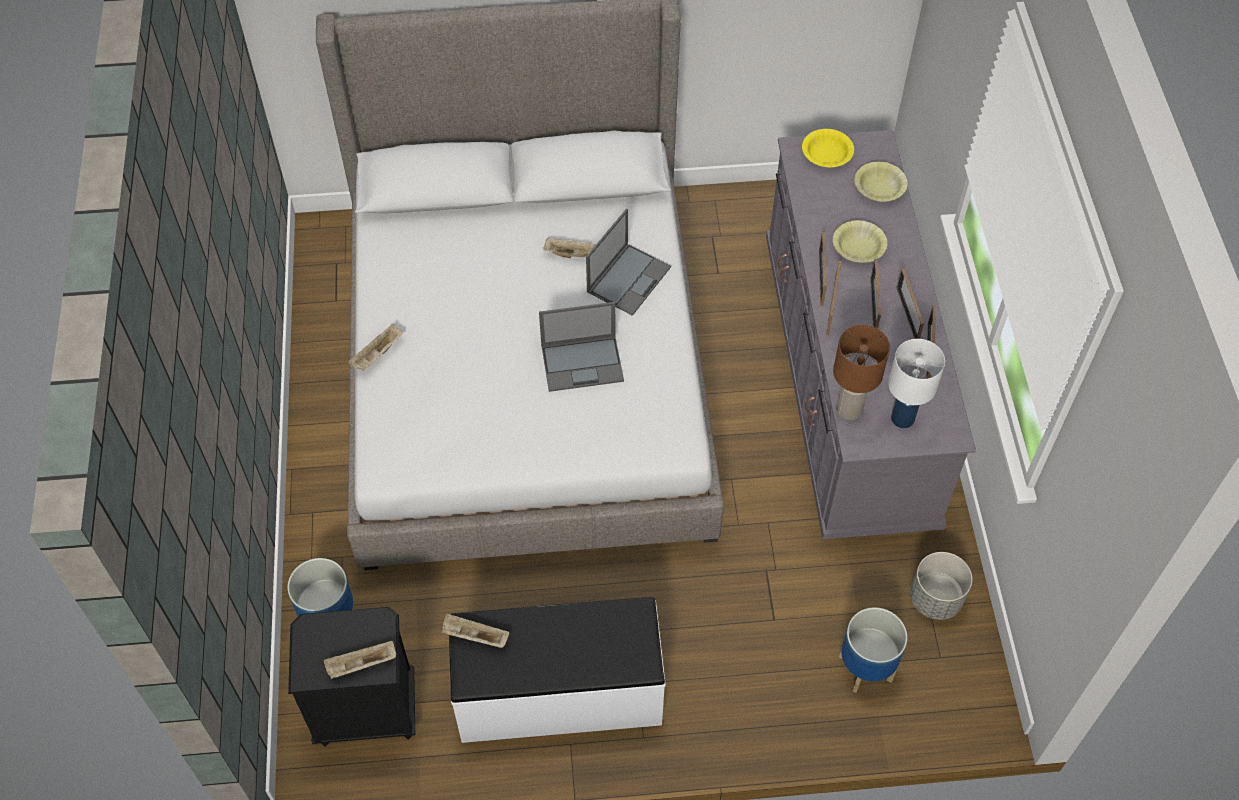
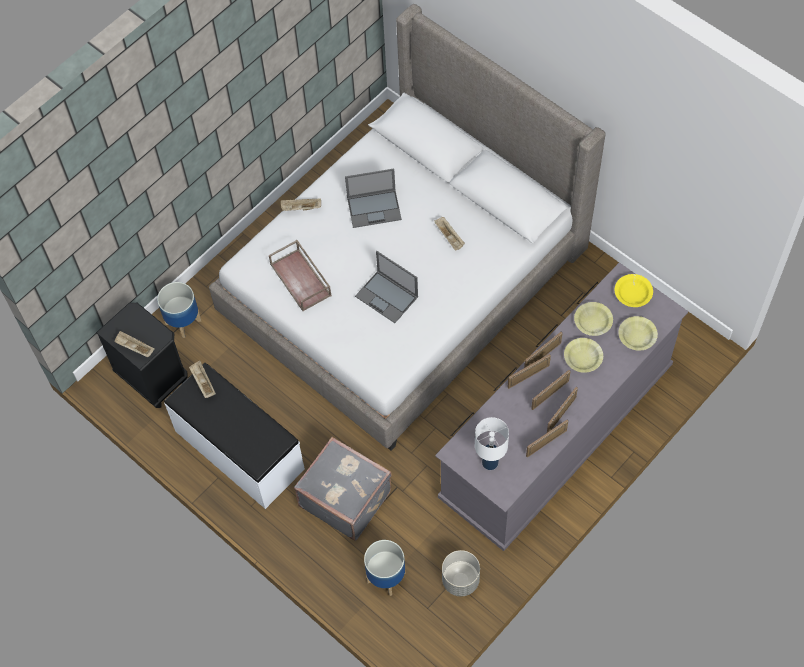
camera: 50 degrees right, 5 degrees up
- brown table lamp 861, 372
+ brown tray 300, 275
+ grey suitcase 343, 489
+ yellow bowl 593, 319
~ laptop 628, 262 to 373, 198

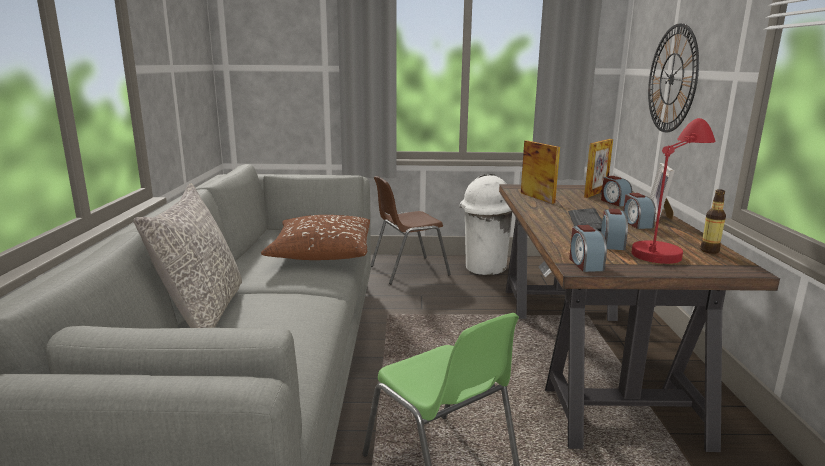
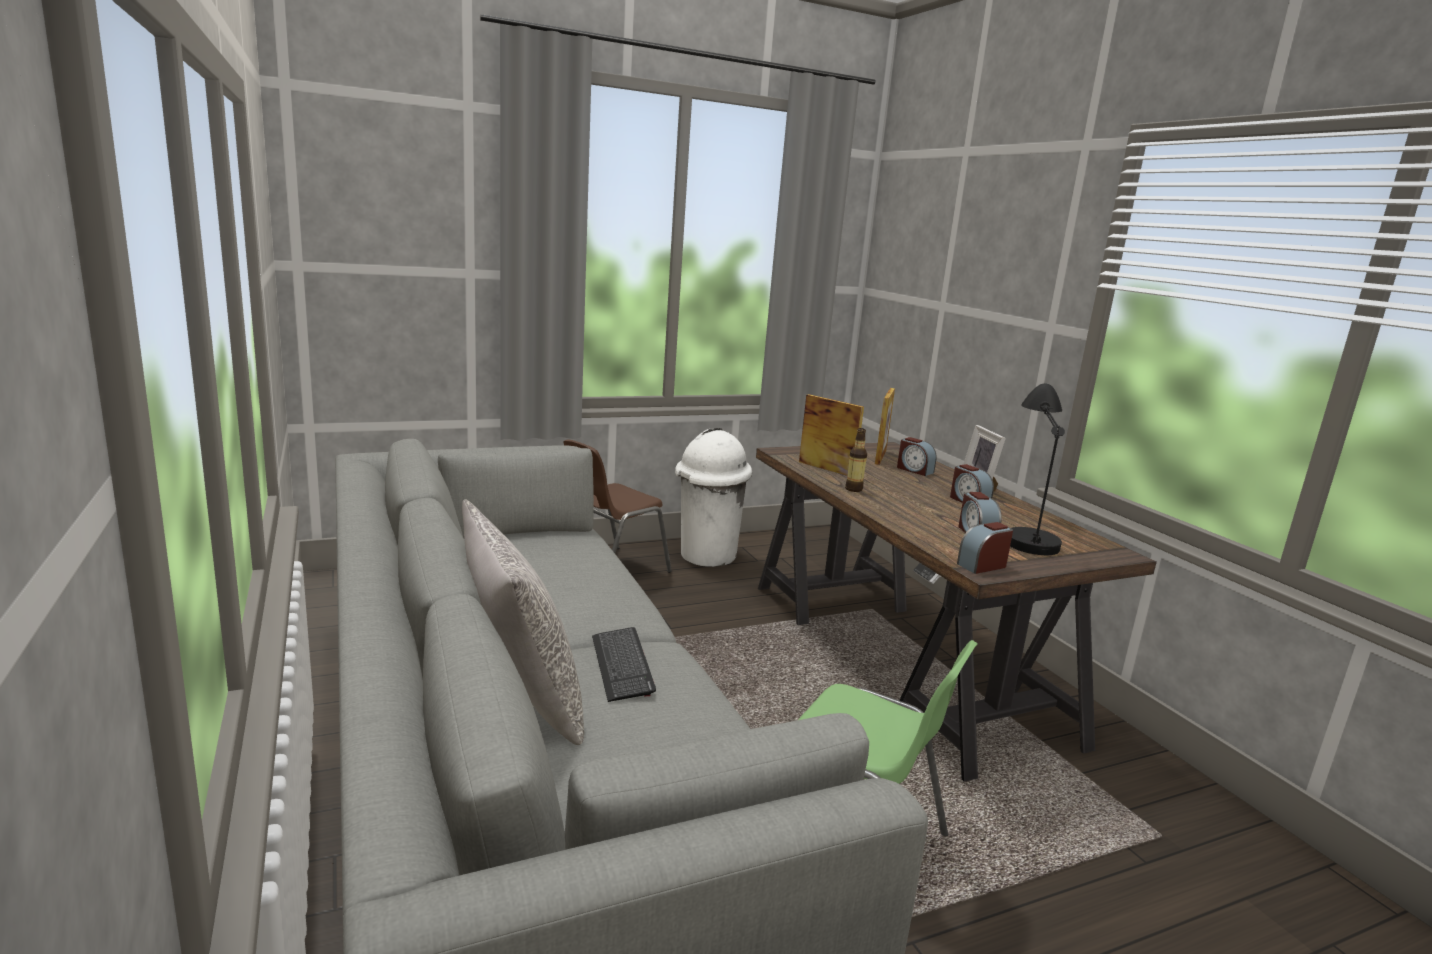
camera: 25 degrees left, 0 degrees up
- brown pillow 315, 237
- wall clock 673, 77
~ keyboard 585, 220 to 624, 664
~ bottle 713, 221 to 856, 460
~ red table lamp 673, 191 to black table lamp 1037, 469
~ alarm clock 588, 248 = 985, 548 90 degrees clockwise

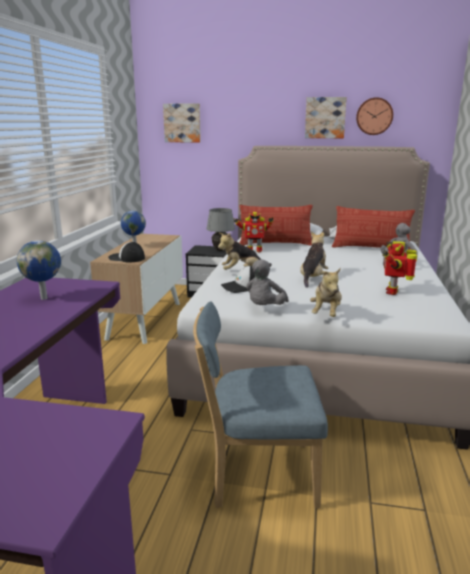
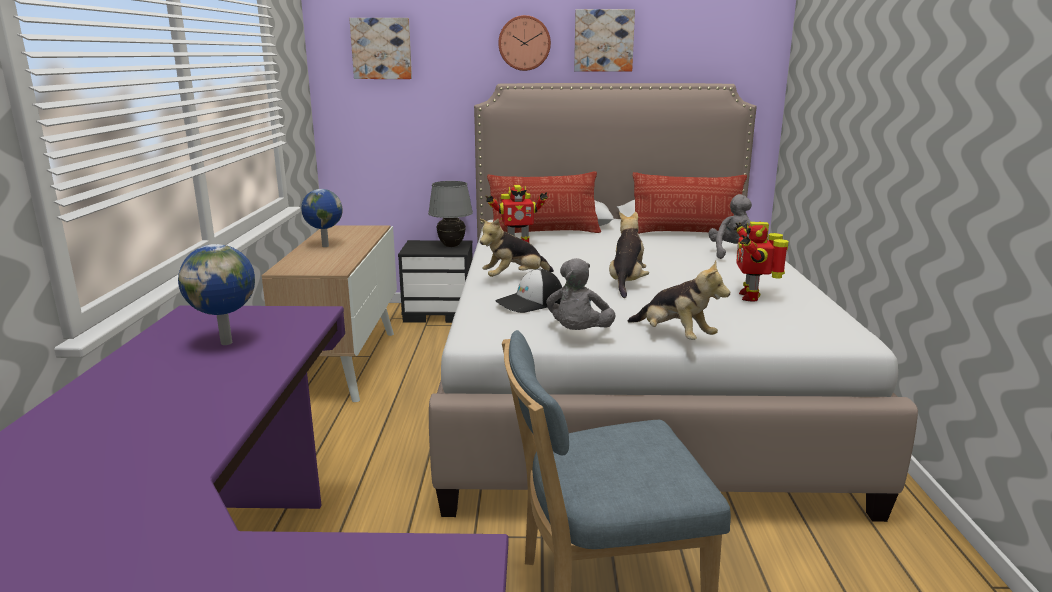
camera: 10 degrees left, 0 degrees up
- cap 126, 252
~ wall clock 374, 116 to 524, 43
~ plush toy 326, 292 = 678, 300 45 degrees counterclockwise

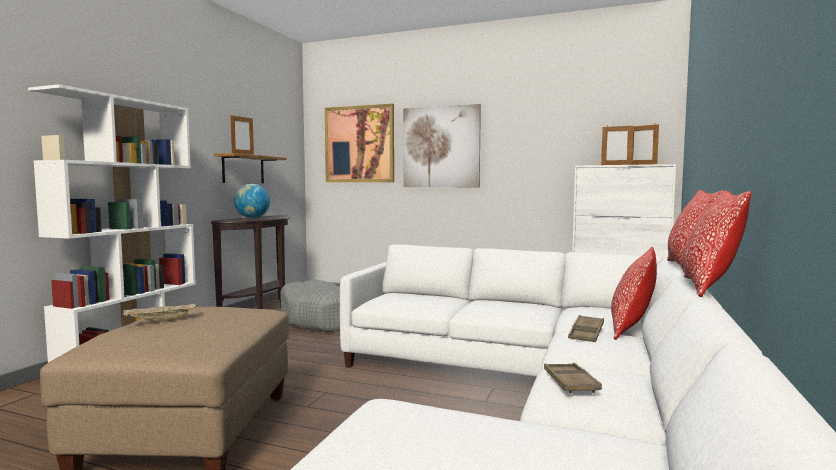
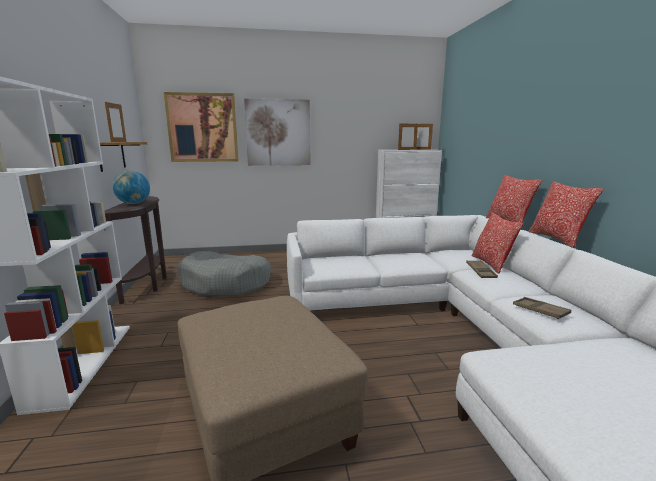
camera: 30 degrees left, 10 degrees up
- beige tray 159, 311

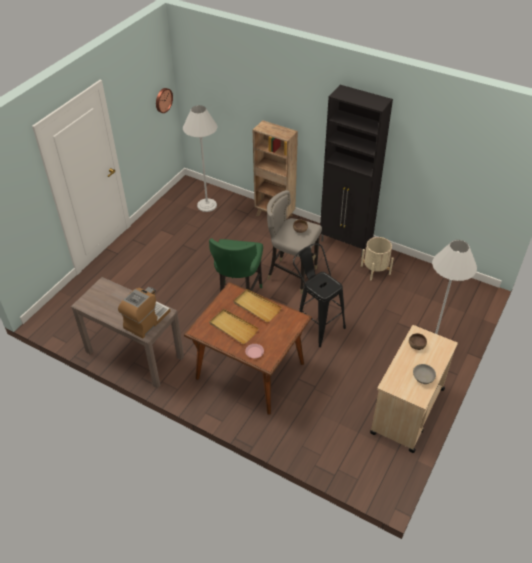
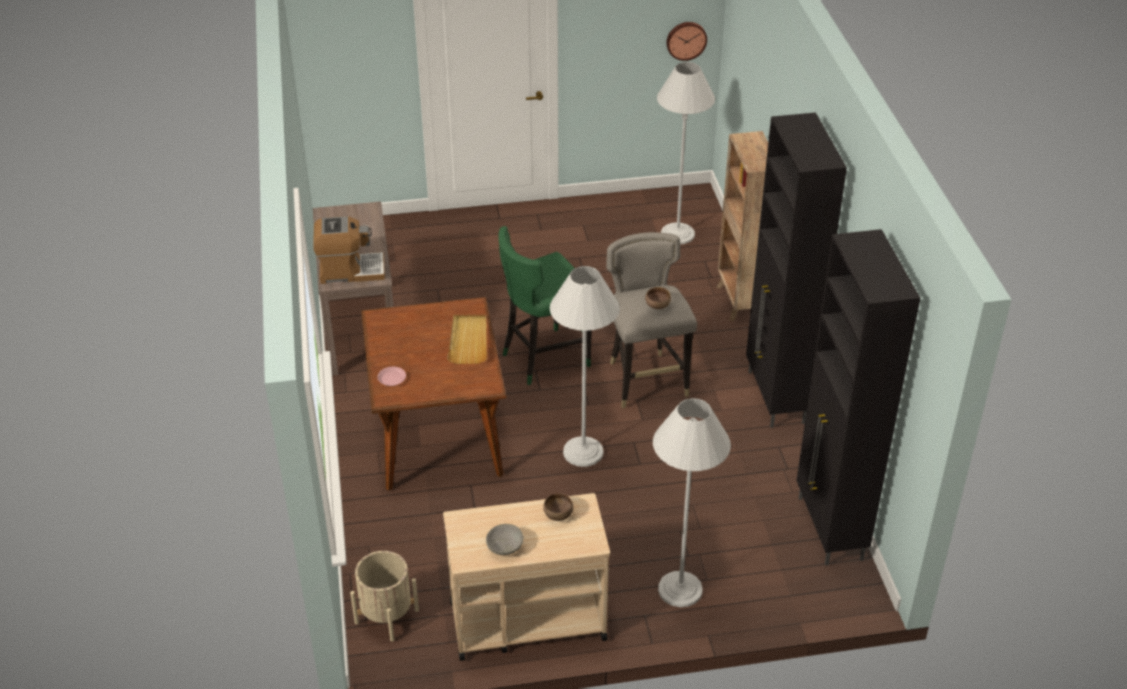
camera: 50 degrees right, 5 degrees down
- beige tray 234, 326
+ black cabinet 858, 397
~ beige planter 377, 258 to 384, 596
~ black stool 319, 295 to white floor lamp 585, 366

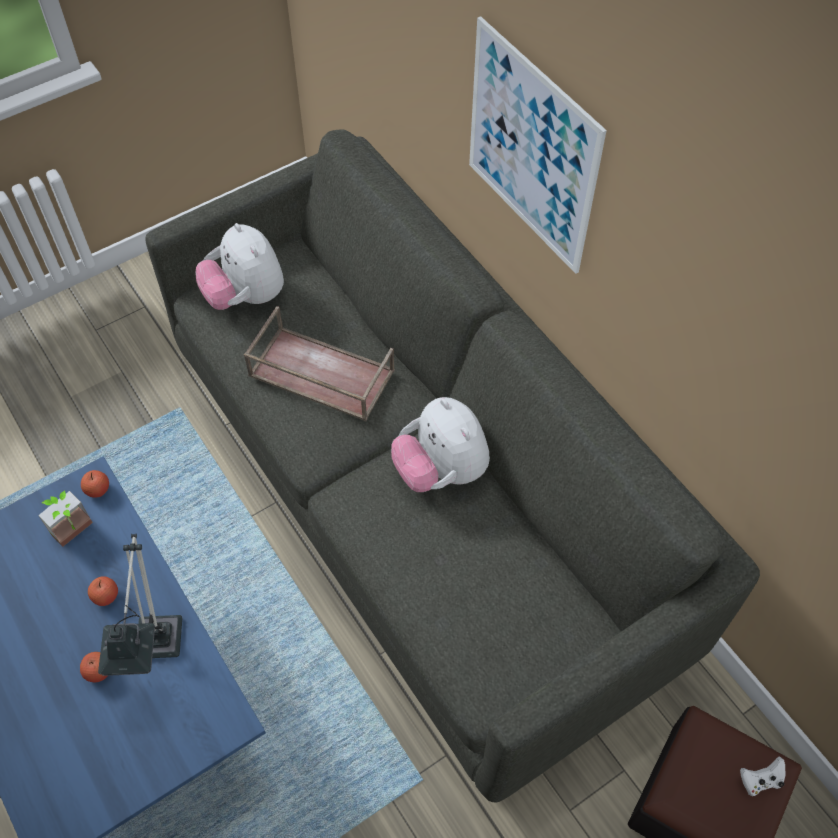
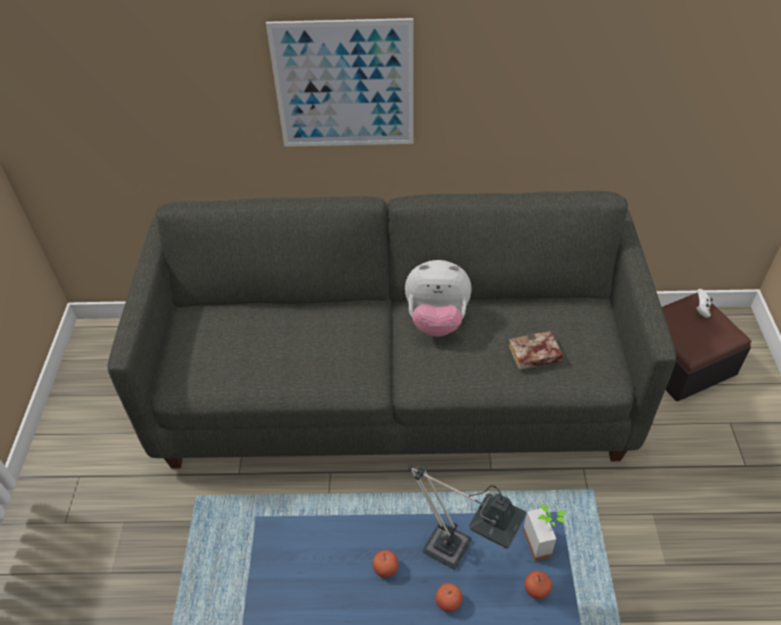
camera: 55 degrees left, 10 degrees down
- plush toy 240, 266
- brown tray 319, 363
+ book 535, 350
~ potted plant 65, 519 to 544, 533
~ apple 95, 484 to 538, 585

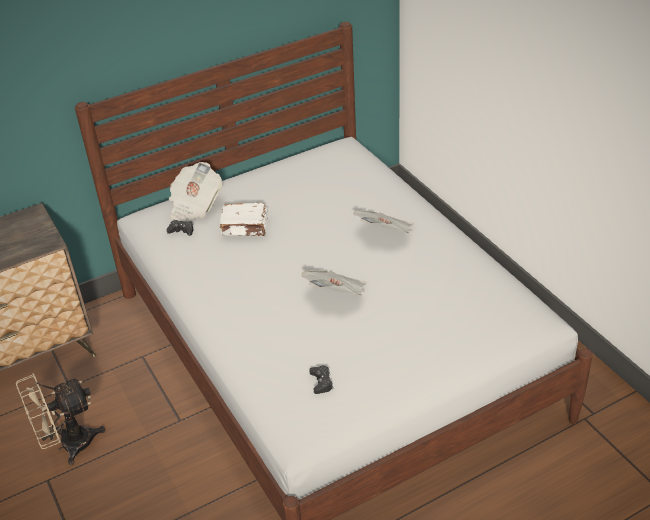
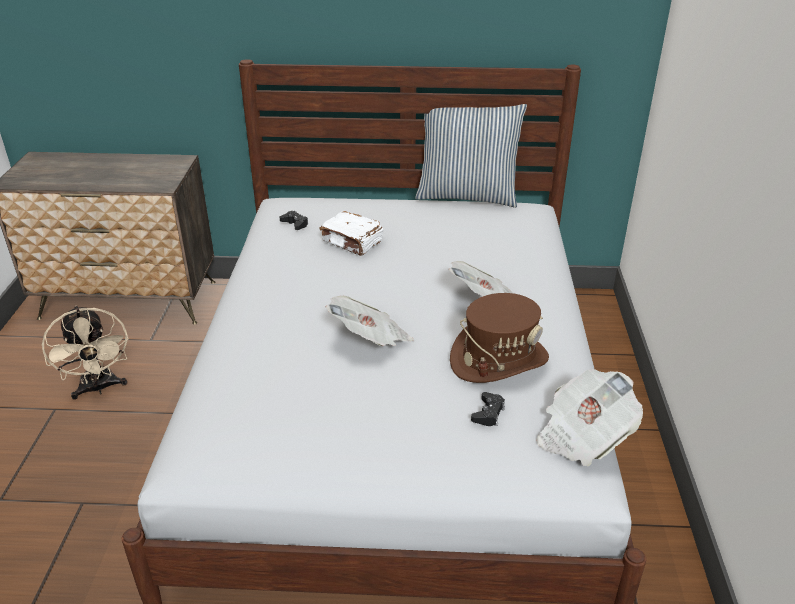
camera: 30 degrees right, 5 degrees down
+ pillow 471, 156
+ brown hat 499, 338
~ newspaper 195, 191 to 589, 417
~ black game controller 321, 380 to 488, 409
~ beige fan 60, 419 = 85, 352 120 degrees counterclockwise

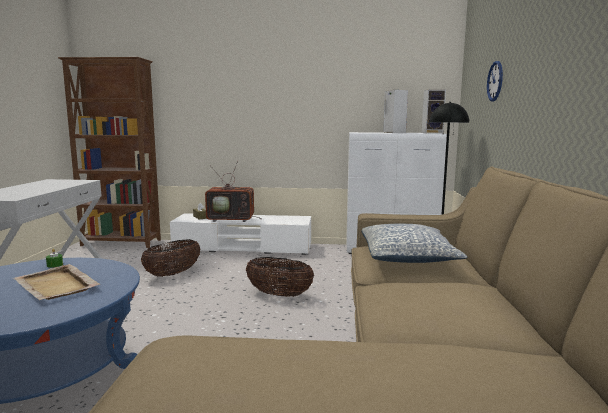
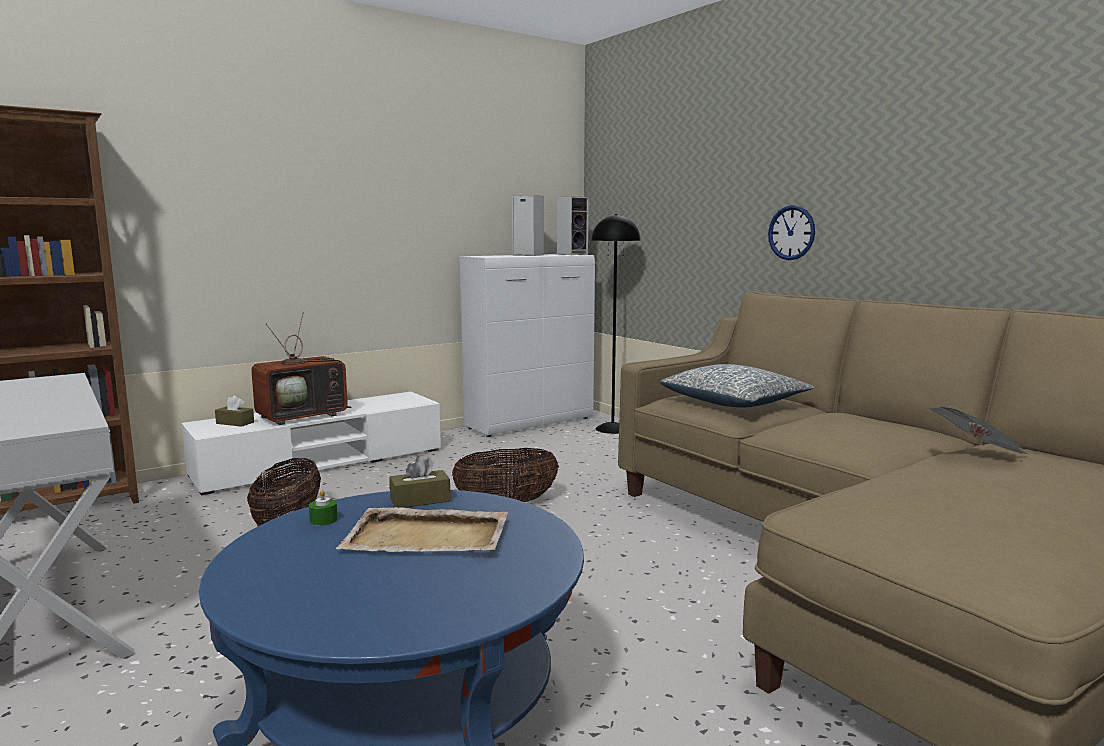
camera: 40 degrees left, 0 degrees up
+ brown tissue box 420, 482
+ newspaper 979, 430
~ wall clock 495, 81 to 791, 232

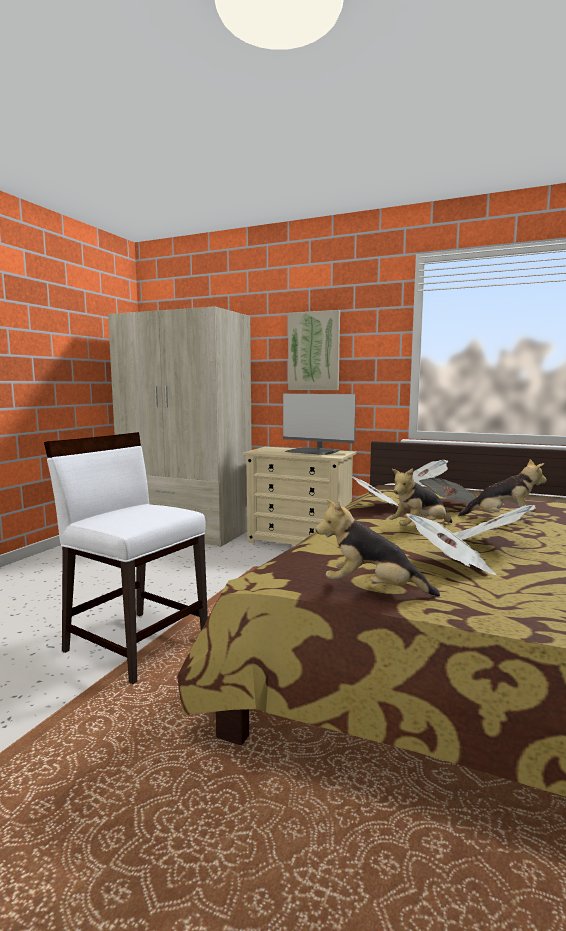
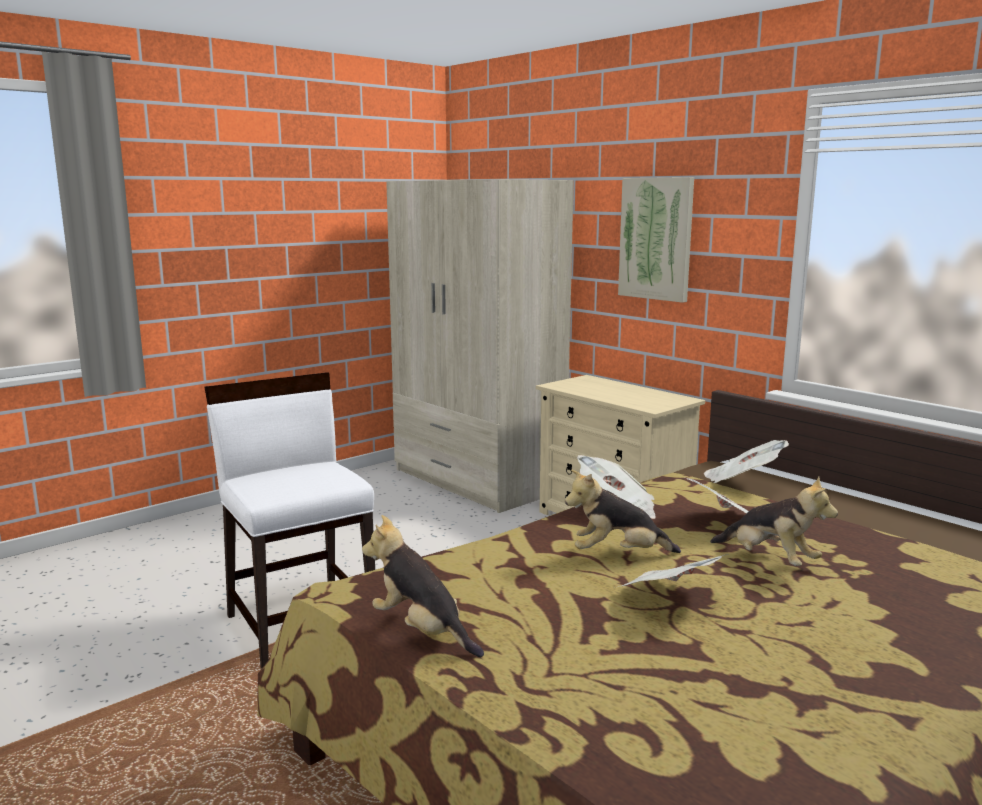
camera: 25 degrees right, 5 degrees up
- monitor 319, 424
- newspaper 451, 544

